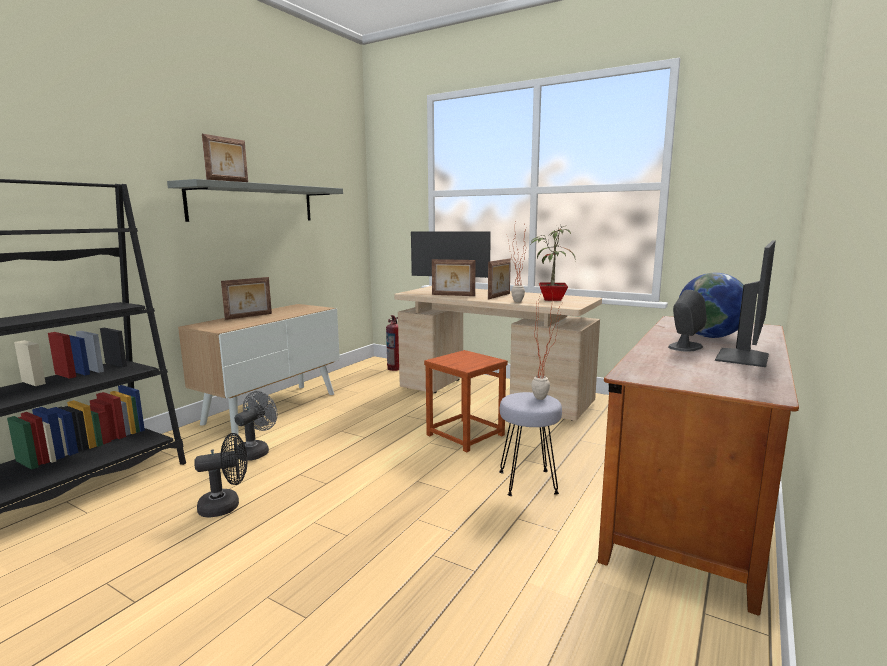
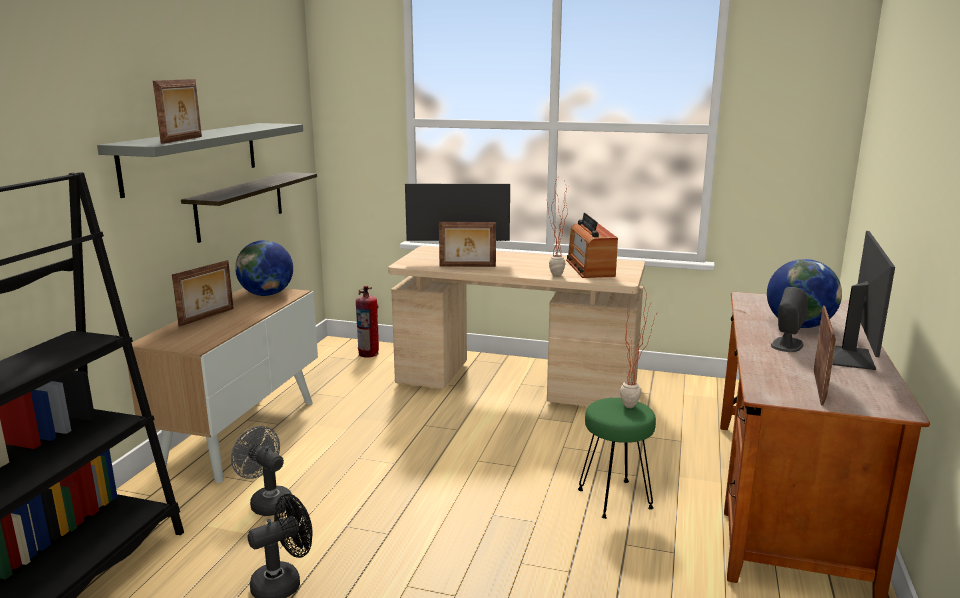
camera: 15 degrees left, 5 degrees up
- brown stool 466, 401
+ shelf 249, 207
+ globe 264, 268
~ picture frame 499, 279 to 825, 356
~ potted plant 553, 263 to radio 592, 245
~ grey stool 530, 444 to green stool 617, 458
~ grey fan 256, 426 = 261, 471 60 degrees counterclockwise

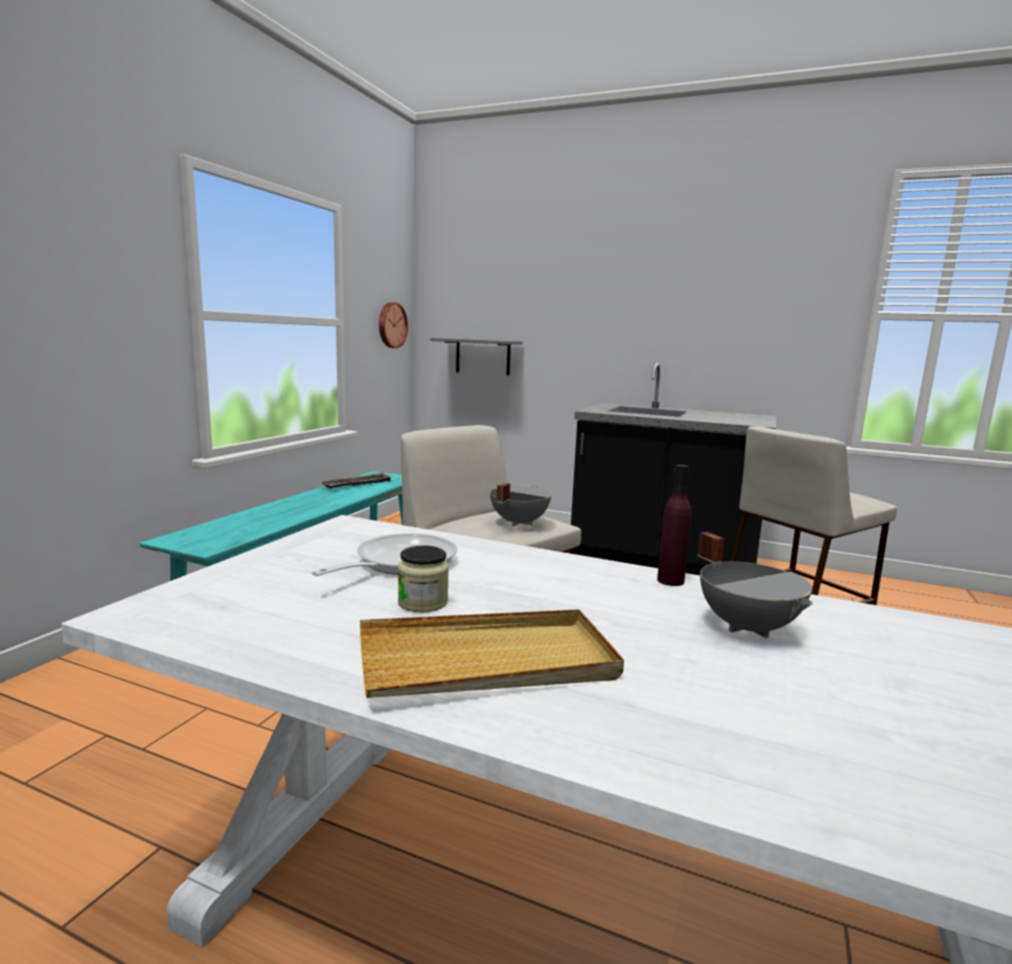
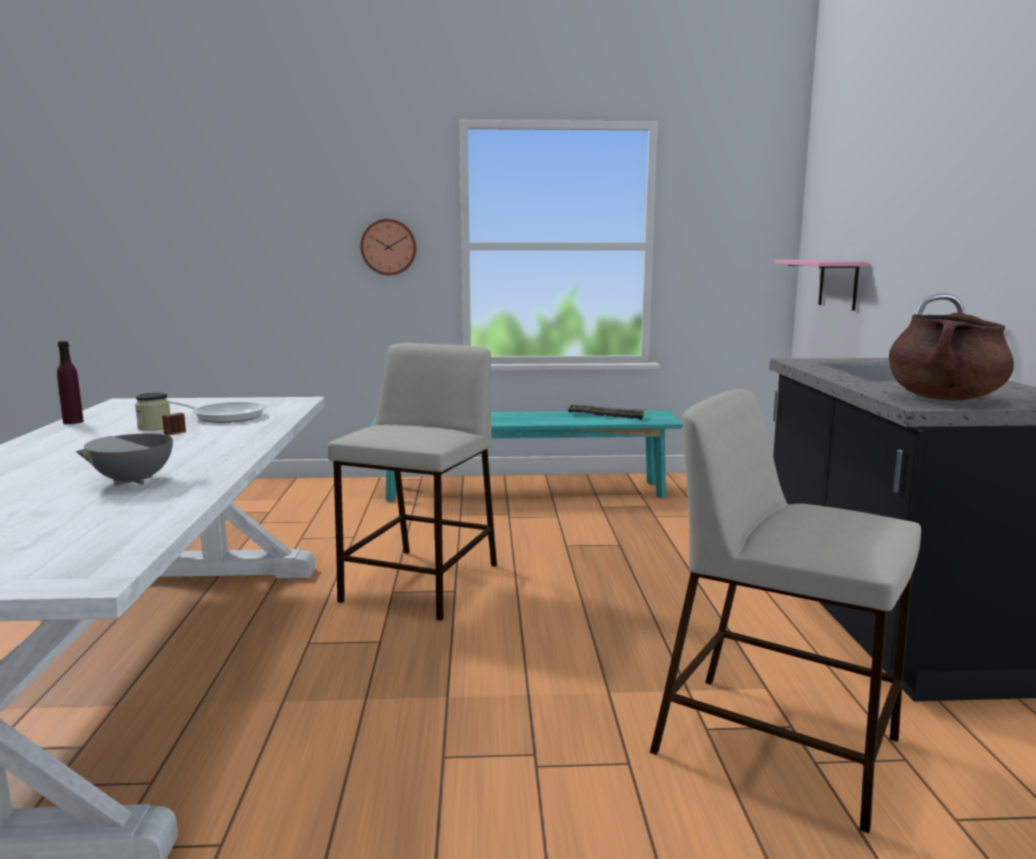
camera: 65 degrees right, 0 degrees up
- beige tray 492, 653
- grey cooking pot 521, 505
+ brown cooking pot 951, 356
~ wall clock 393, 325 to 388, 247
~ purple bottle 674, 525 to 70, 382
~ grey shelf 476, 356 to pink shelf 821, 285

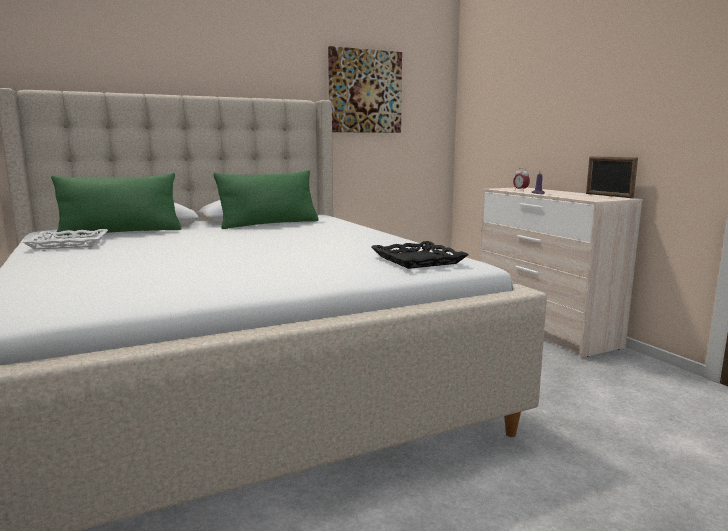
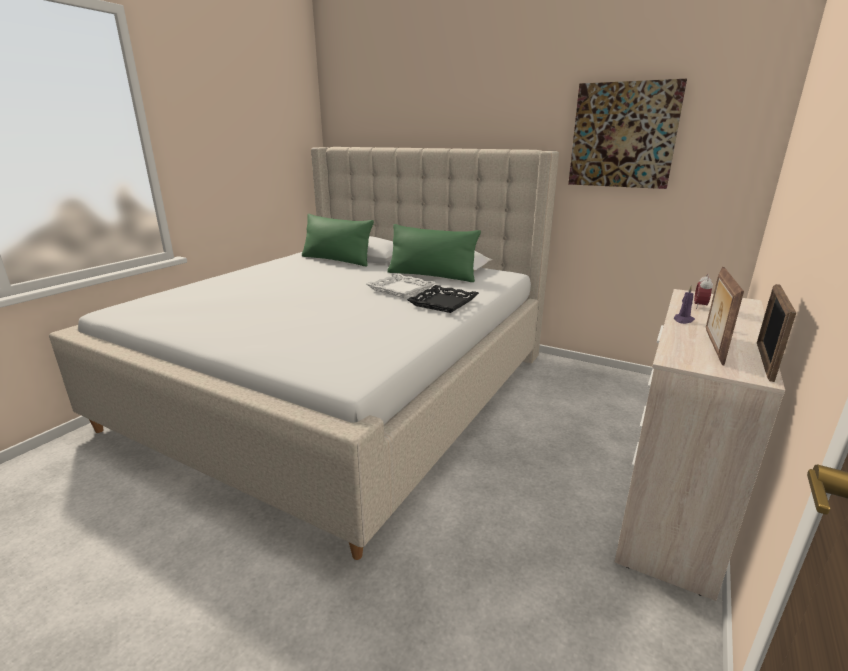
camera: 55 degrees right, 10 degrees up
+ picture frame 725, 316
~ white tray 65, 239 to 401, 286
~ black tray 420, 255 to 443, 299

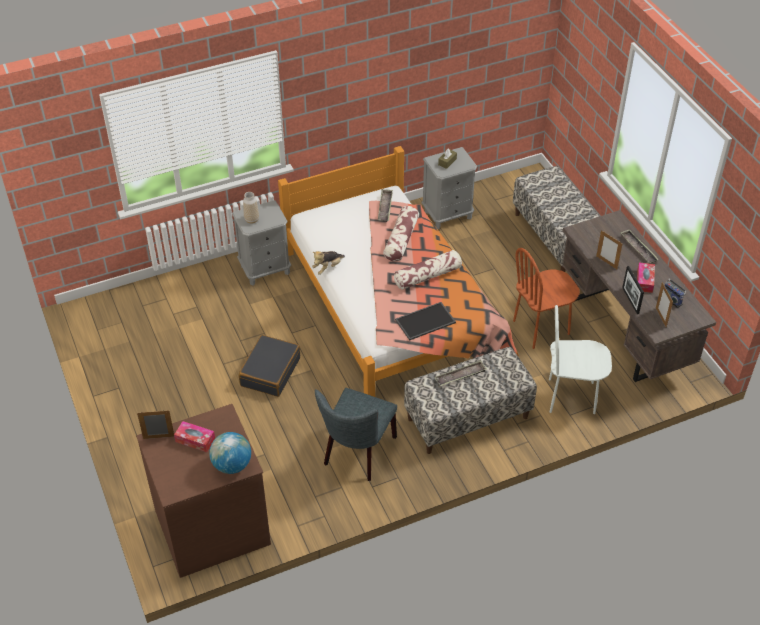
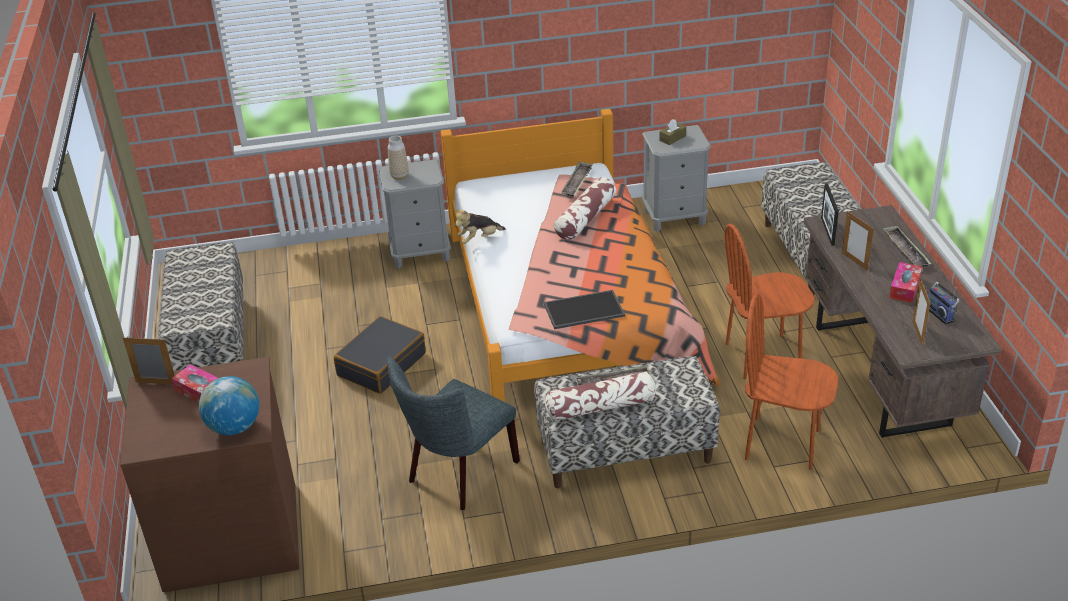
camera: 15 degrees right, 10 degrees down
+ bench 200, 306
~ pillow 428, 270 to 600, 396
~ picture frame 633, 290 to 830, 214
~ white chair 580, 359 to brown chair 791, 381

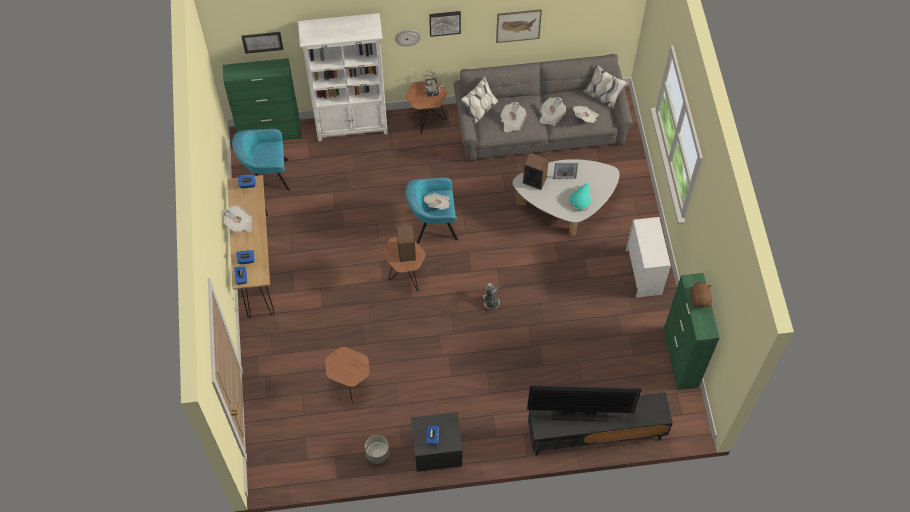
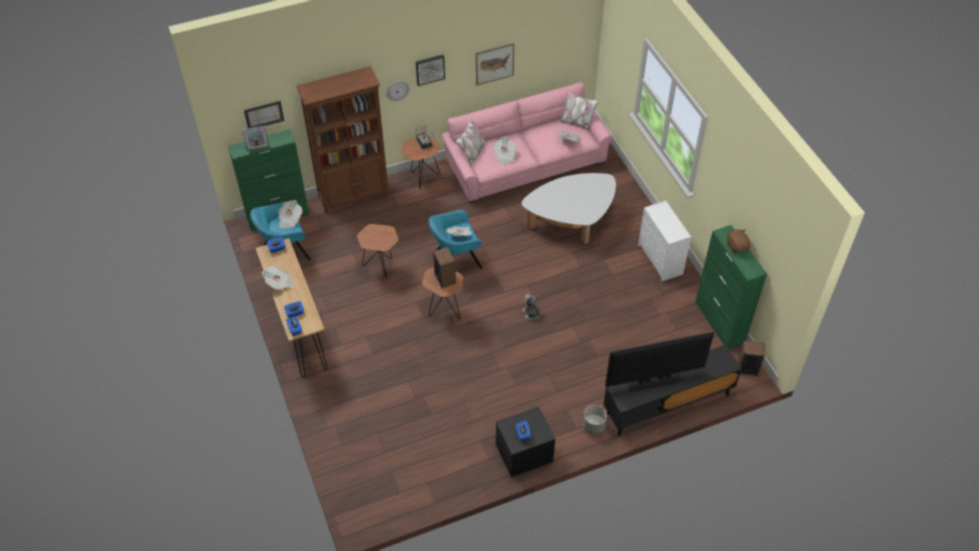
camera: 15 degrees left, 10 degrees down
- turquoise hat 580, 197
~ brown side table 347, 375 to 378, 251
~ grey planter 377, 449 to 594, 419
~ speaker 536, 171 to 751, 358
~ newspaper 553, 111 to 290, 214
~ picture frame 565, 171 to 255, 138
~ white bookcase 343, 77 to brown bookcase 342, 140
~ grey sofa 543, 107 to pink sofa 526, 142

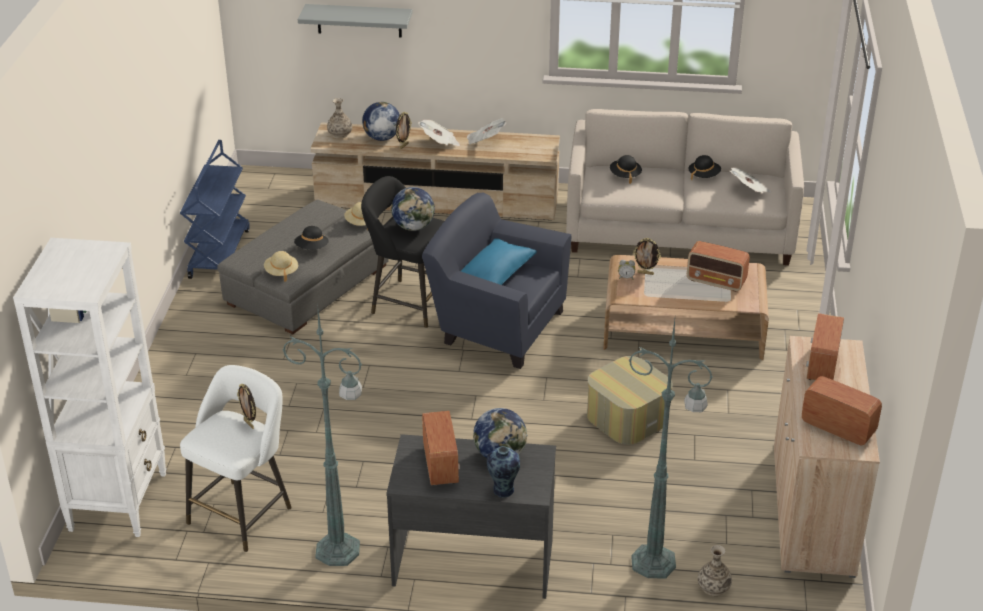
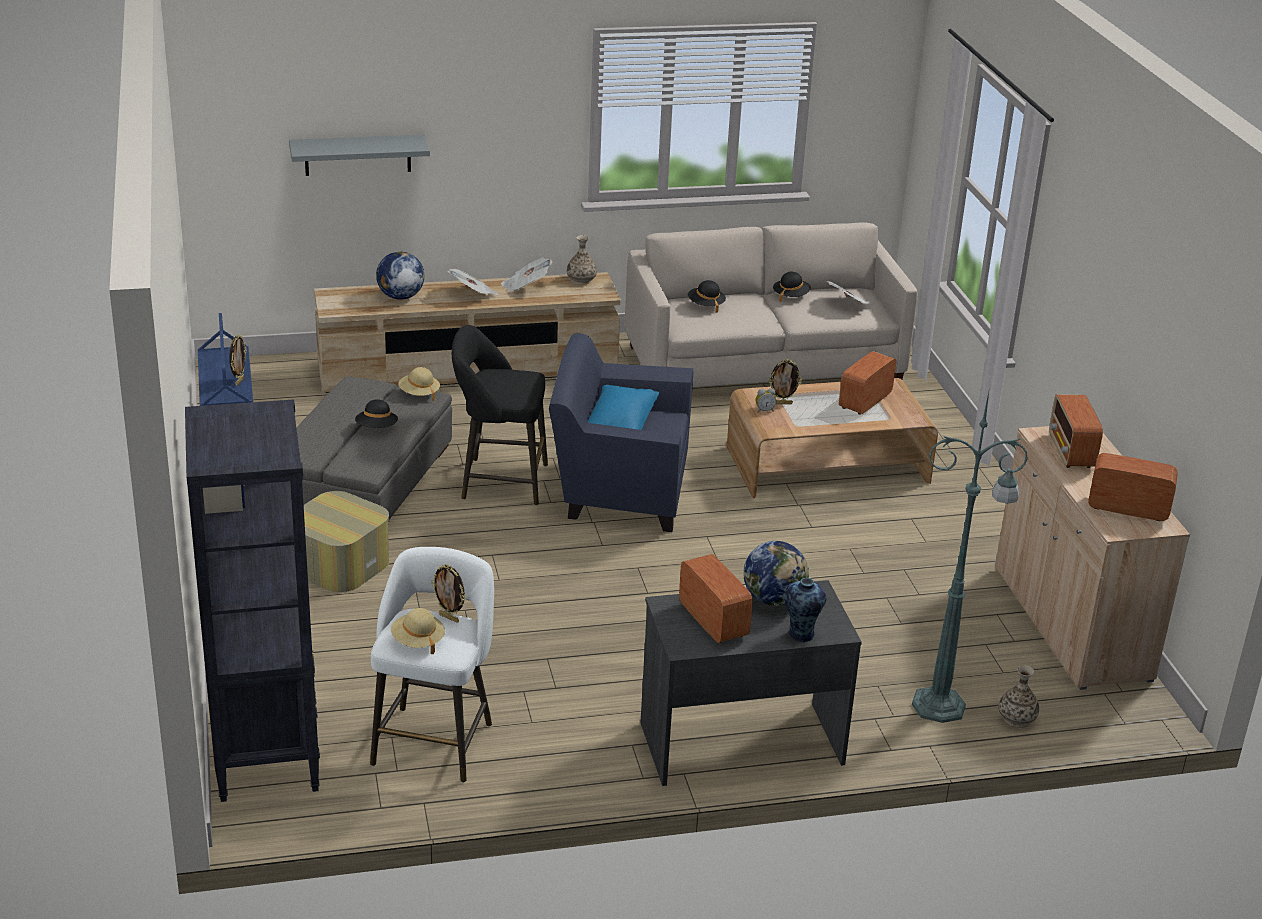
camera: 20 degrees left, 5 degrees down
- green floor lamp 322, 438
- globe 413, 209
~ beige hat 281, 266 to 418, 631
~ vase 339, 118 to 581, 260
~ picture frame 404, 130 to 238, 360
~ ottoman 630, 400 to 346, 542
~ white bookcase 90, 387 to black bookcase 252, 600
~ radio 718, 266 = 867, 383 120 degrees clockwise

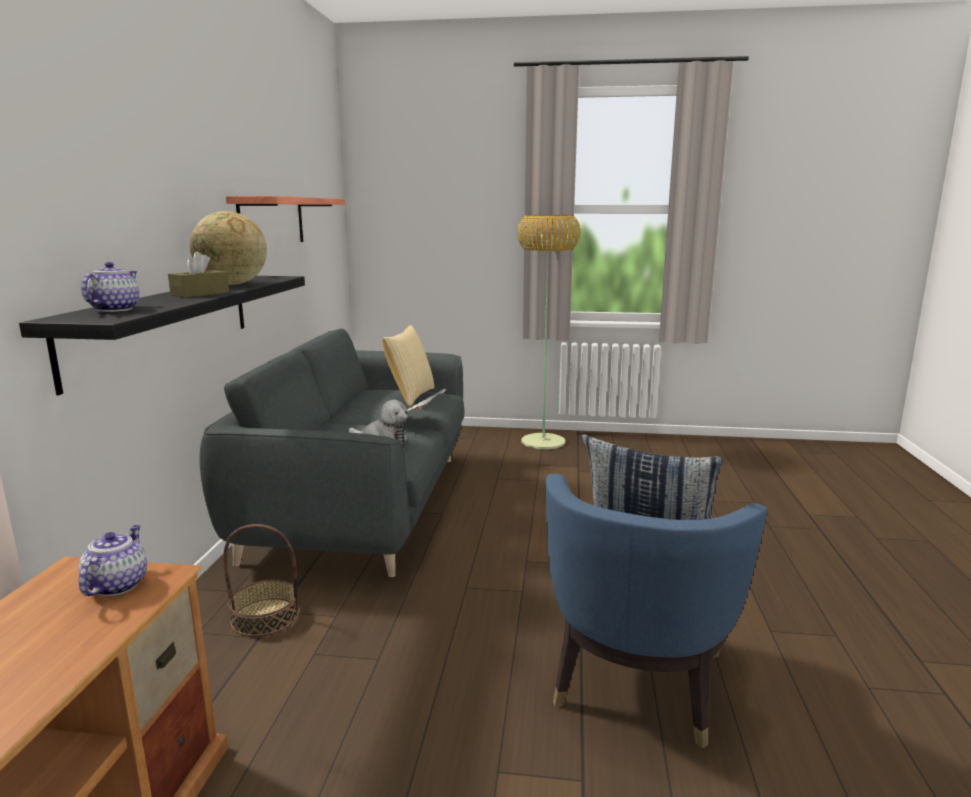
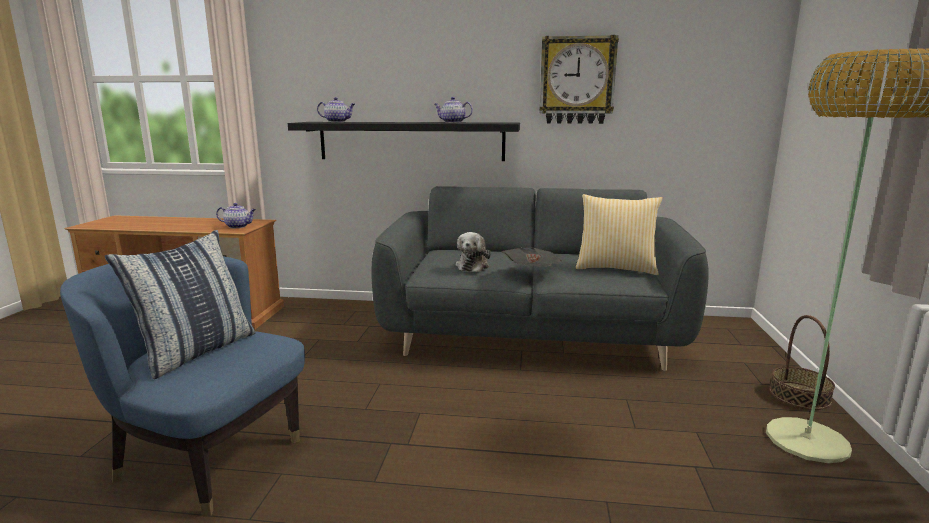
camera: 90 degrees right, 0 degrees up
- brown tissue box 198, 274
~ basket 261, 580 to 802, 362
~ globe 228, 248 to teapot 453, 110
~ shelf 285, 219 to wall clock 579, 79

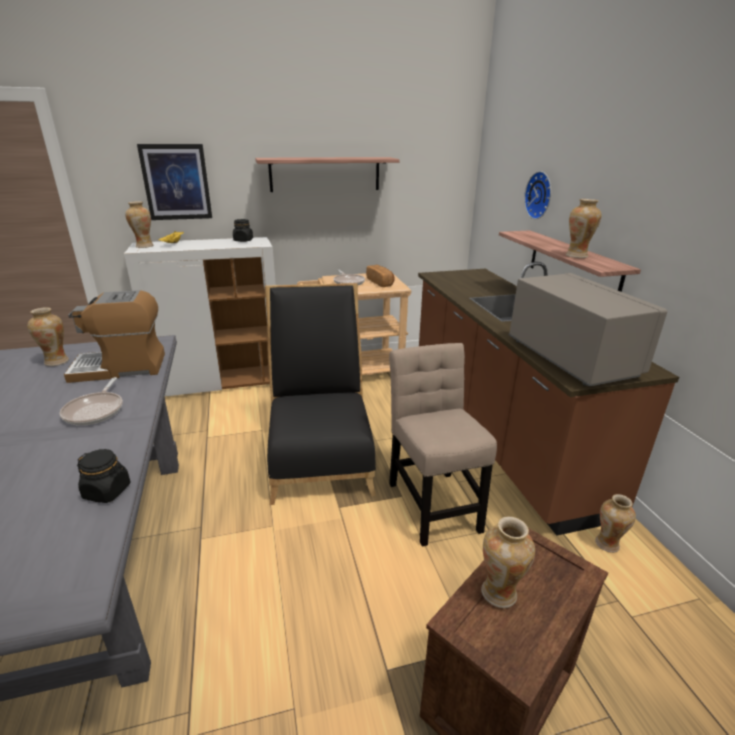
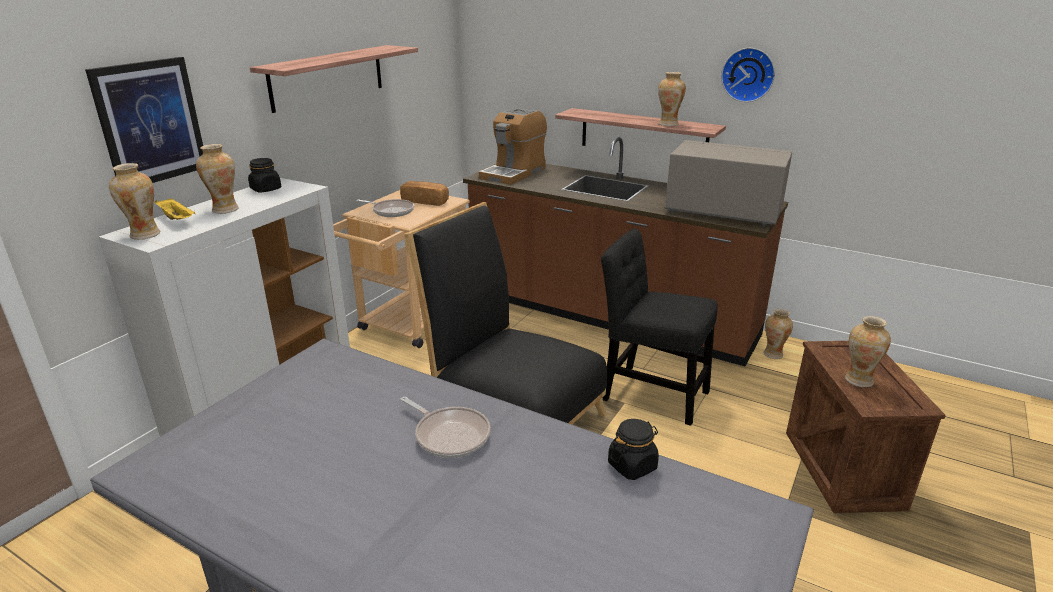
camera: 45 degrees left, 0 degrees up
~ vase 48, 337 to 217, 179
~ coffee machine 114, 336 to 513, 146
~ wall clock 537, 195 to 748, 75
~ beige chair 443, 444 to black chair 659, 327

